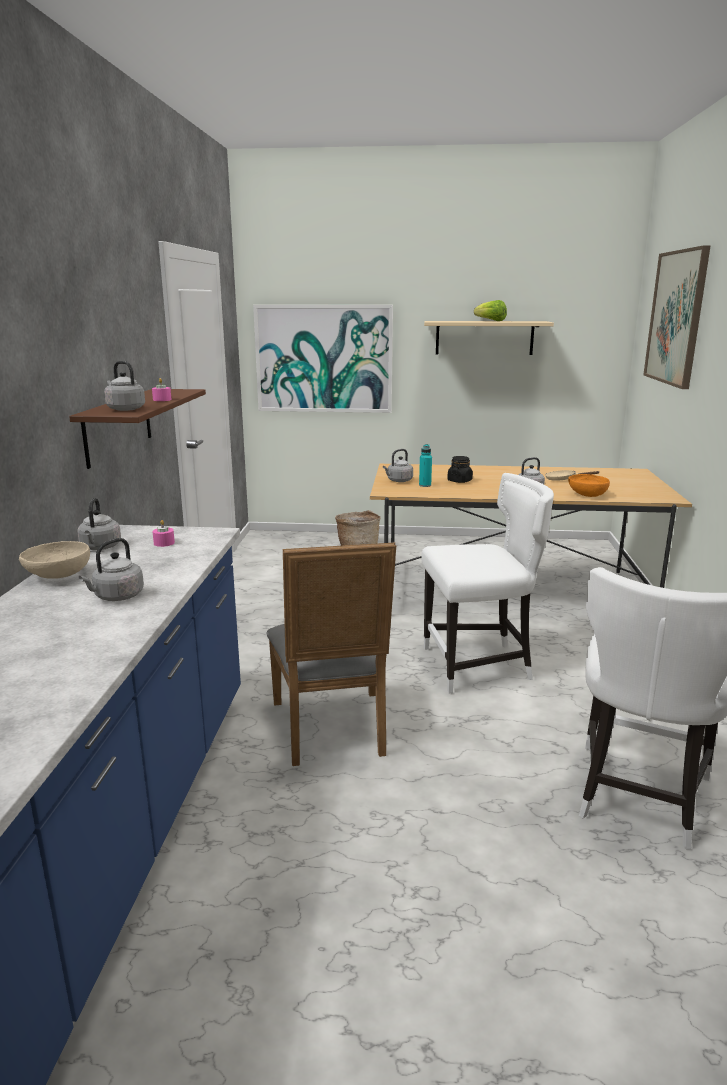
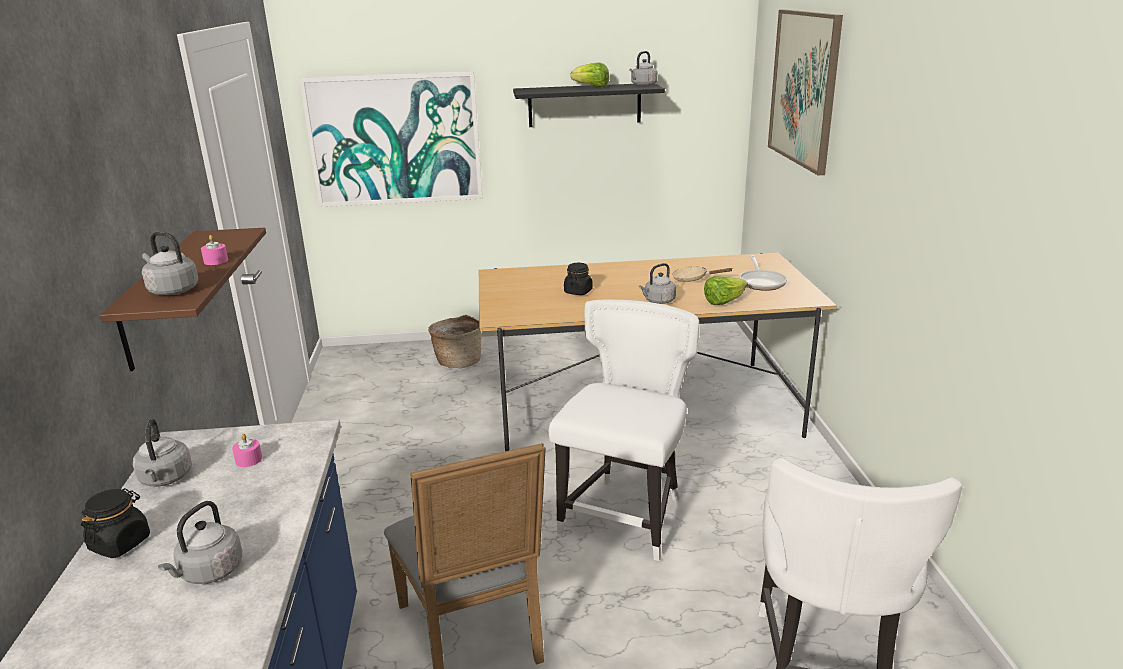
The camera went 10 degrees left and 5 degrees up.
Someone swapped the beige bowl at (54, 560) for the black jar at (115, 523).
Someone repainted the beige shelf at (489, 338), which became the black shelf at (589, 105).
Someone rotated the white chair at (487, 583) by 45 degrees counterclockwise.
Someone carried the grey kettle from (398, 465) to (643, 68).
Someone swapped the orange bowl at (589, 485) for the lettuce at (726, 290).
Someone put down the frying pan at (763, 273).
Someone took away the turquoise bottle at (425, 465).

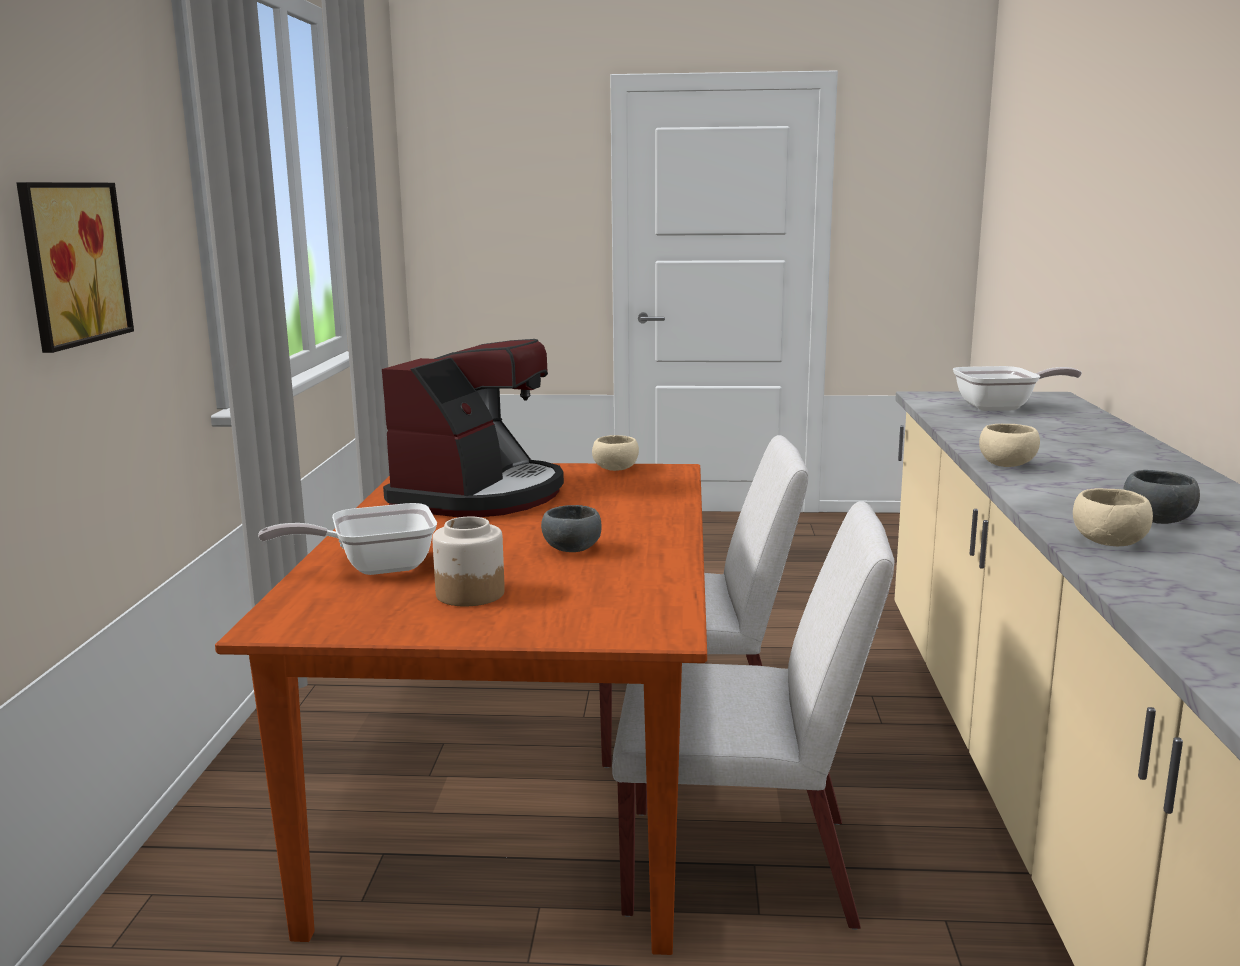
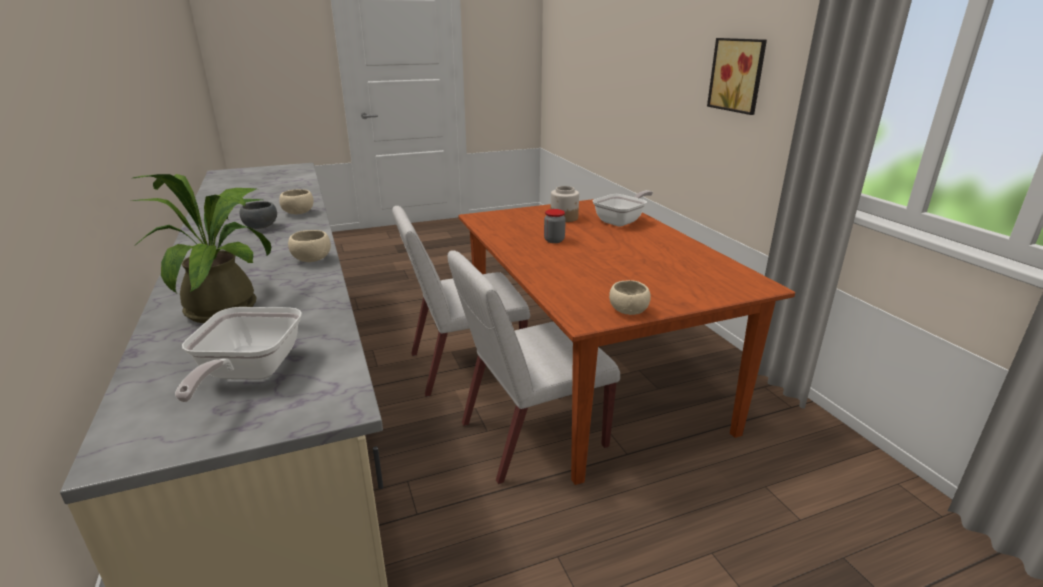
The camera went 155 degrees right and 10 degrees up.
Someone put down the potted plant at (202, 248).
Someone rotated the frying pan at (1017, 388) by 60 degrees counterclockwise.
Someone swapped the grey bowl at (571, 528) for the jar at (555, 226).
Someone took away the coffee machine at (473, 428).

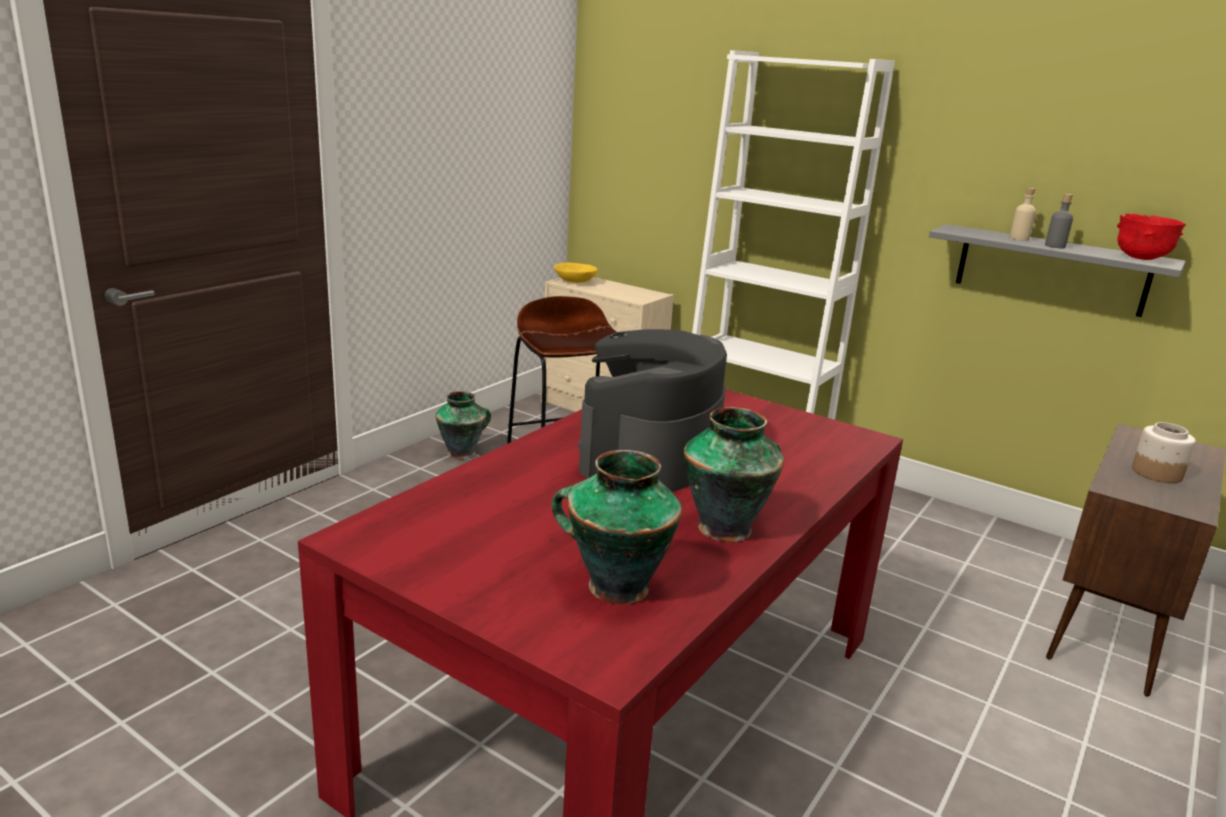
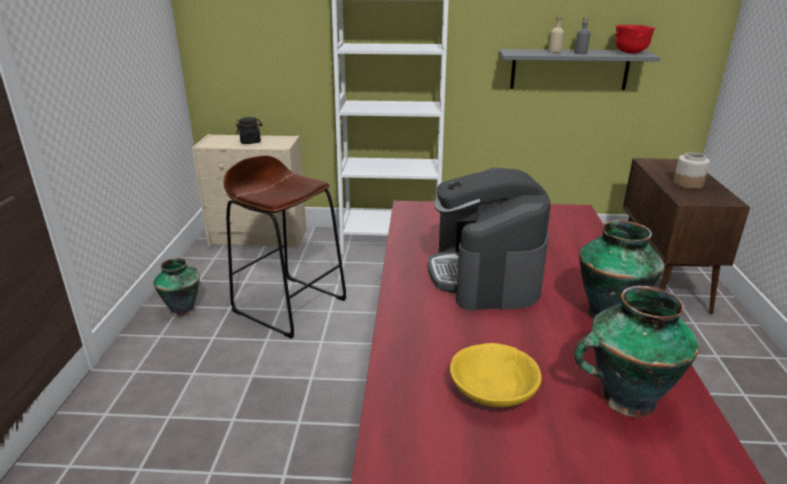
The camera went 30 degrees left and 5 degrees up.
Someone put down the black jar at (249, 130).
Someone carried the yellow bowl from (575, 273) to (496, 375).

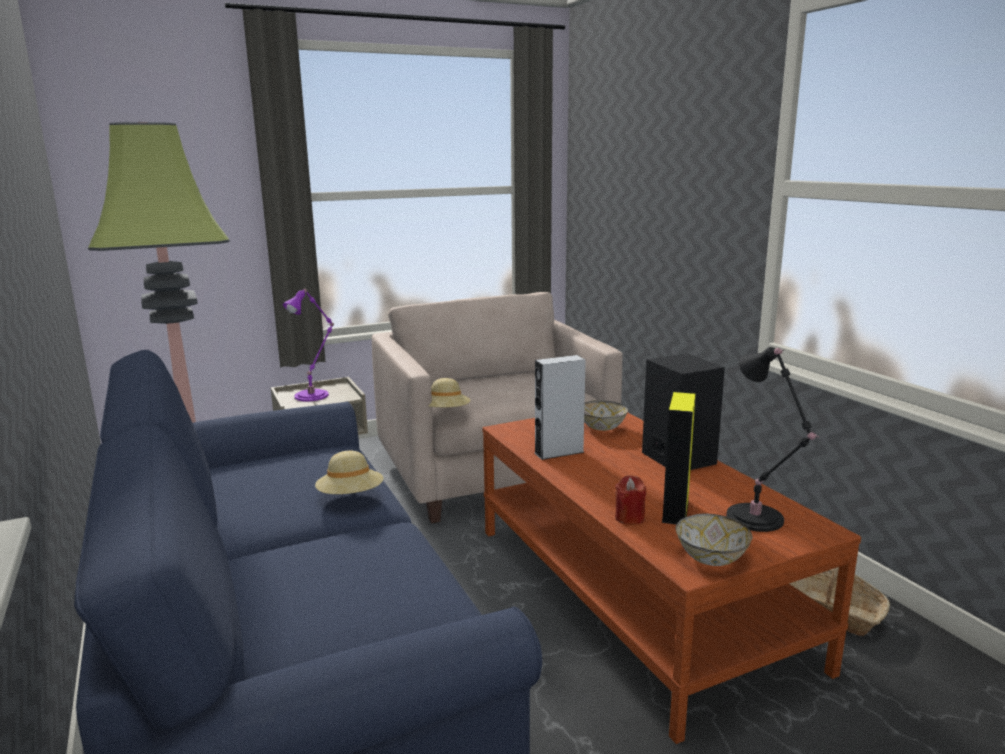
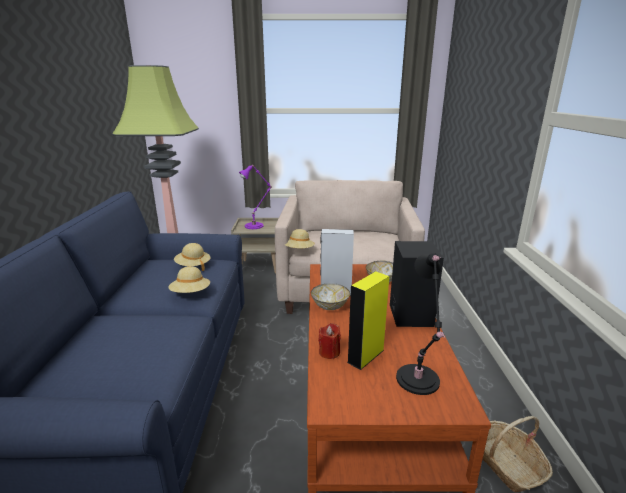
The camera went 25 degrees right and 5 degrees up.
Someone put down the beige hat at (192, 257).
Someone carried the bowl from (714, 539) to (330, 297).

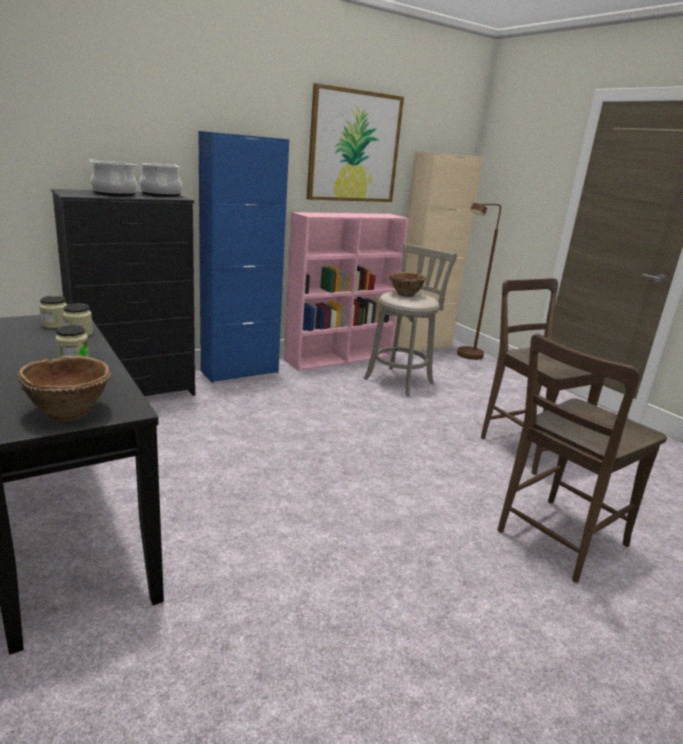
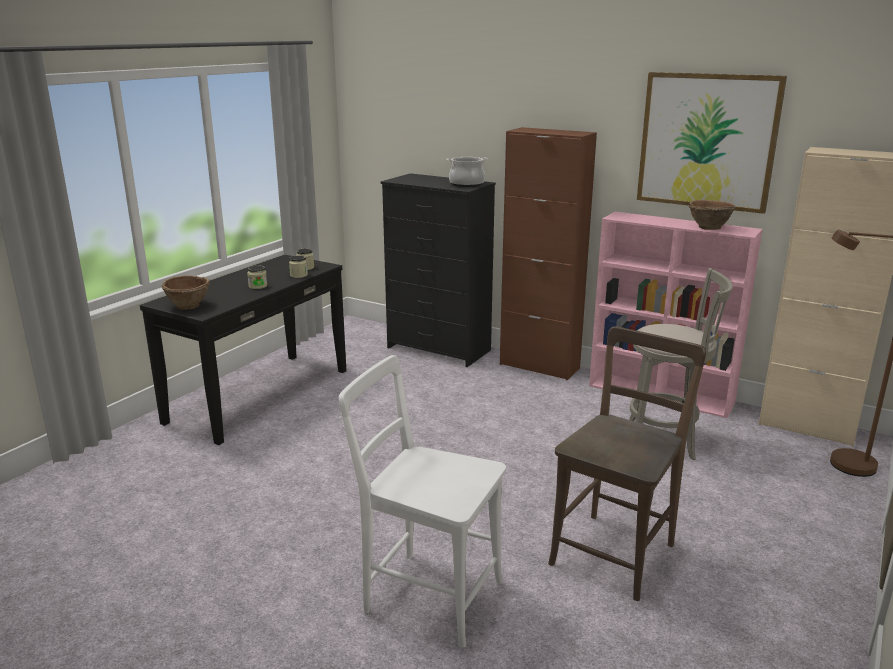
The camera went 65 degrees right and 0 degrees up.
Someone repainted the brown chair at (582, 458), which became the white chair at (422, 501).
Someone repainted the blue cabinet at (244, 257), which became the brown cabinet at (548, 253).
Someone carried the brown bowl from (407, 284) to (712, 215).
Someone took away the cooking pot at (112, 178).

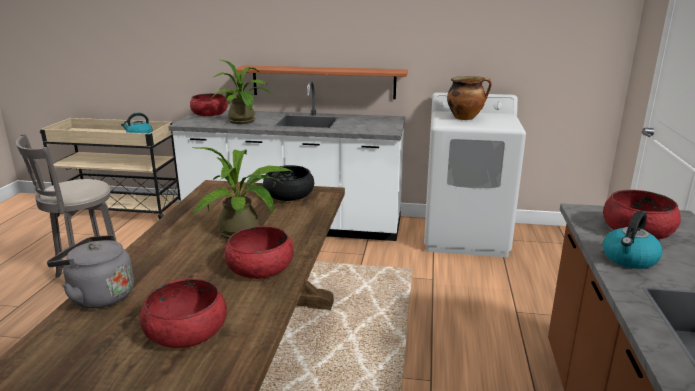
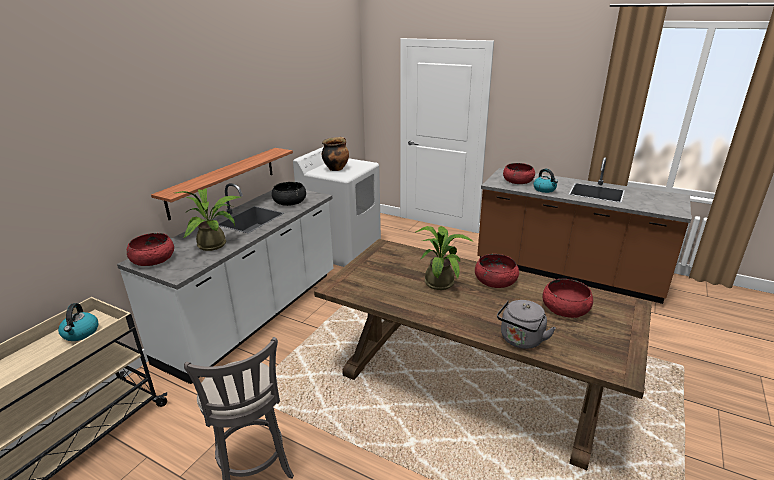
The camera went 70 degrees left and 5 degrees up.
Someone carried the black bowl from (288, 183) to (289, 194).

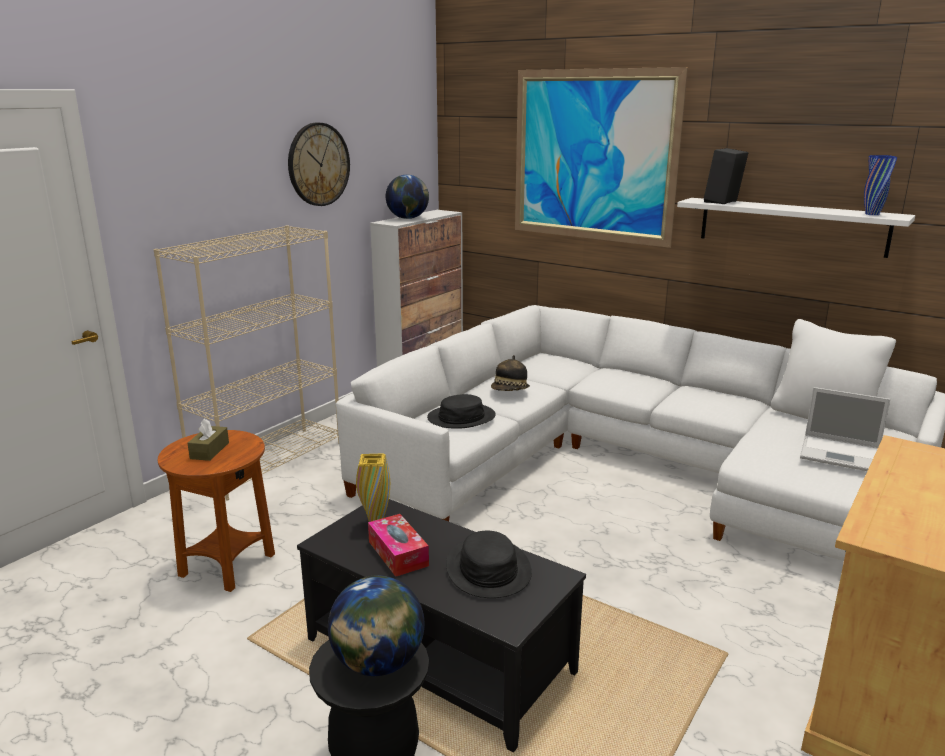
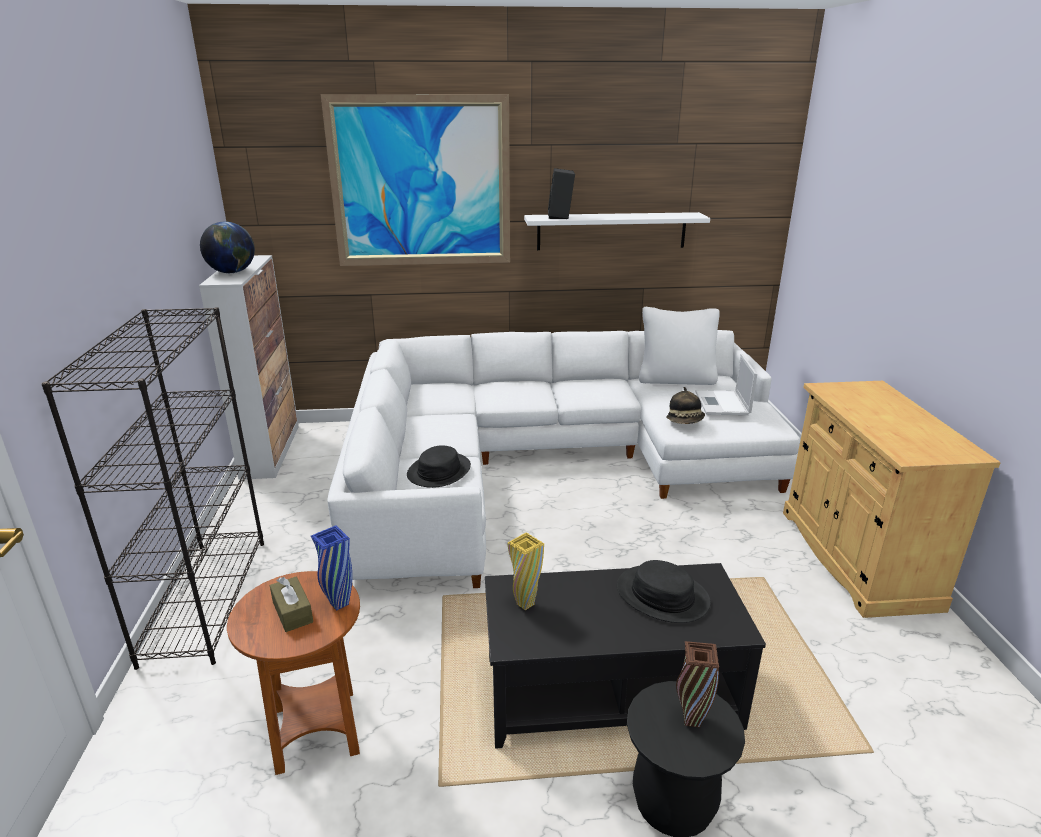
The camera went 40 degrees left and 5 degrees up.
Someone repainted the beige bookcase at (246, 363), which became the black bookcase at (152, 488).
Someone carried the blue vase from (880, 185) to (331, 568).
Someone carried the hat from (510, 373) to (685, 405).
Someone swapped the globe at (376, 625) for the brown vase at (697, 684).
Someone rotated the laptop at (845, 429) by 105 degrees clockwise.
Someone took away the wall clock at (319, 164).
Someone took away the tissue box at (398, 545).

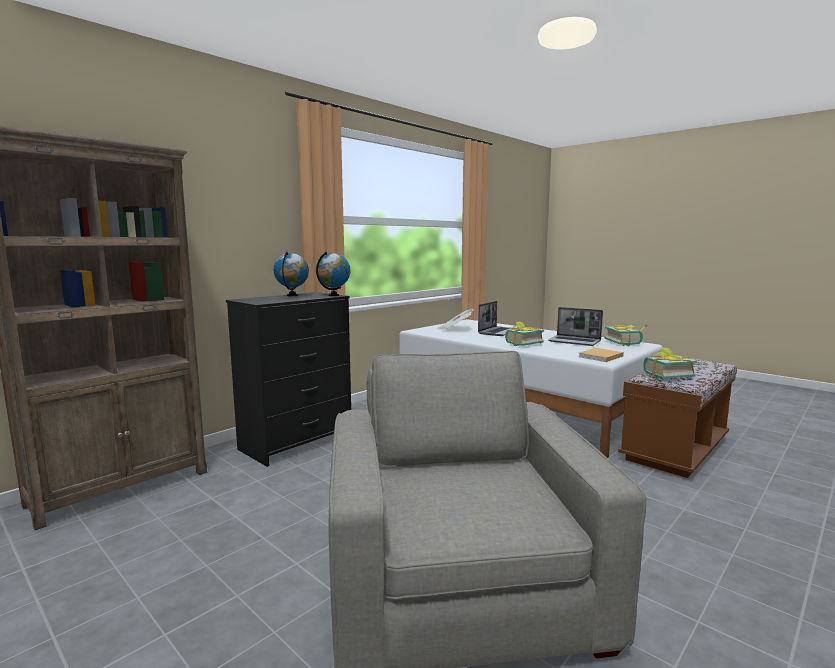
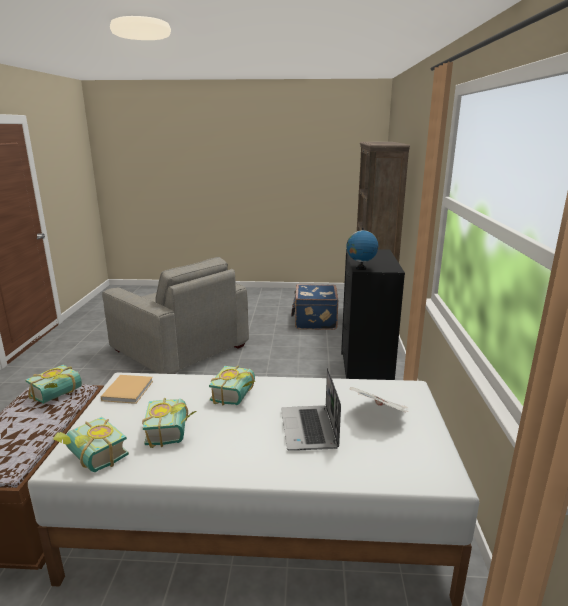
The camera went 140 degrees right and 10 degrees up.
Someone swapped the laptop at (575, 326) for the book at (169, 423).
Someone put down the blue suitcase at (315, 307).
Someone took away the globe at (291, 274).

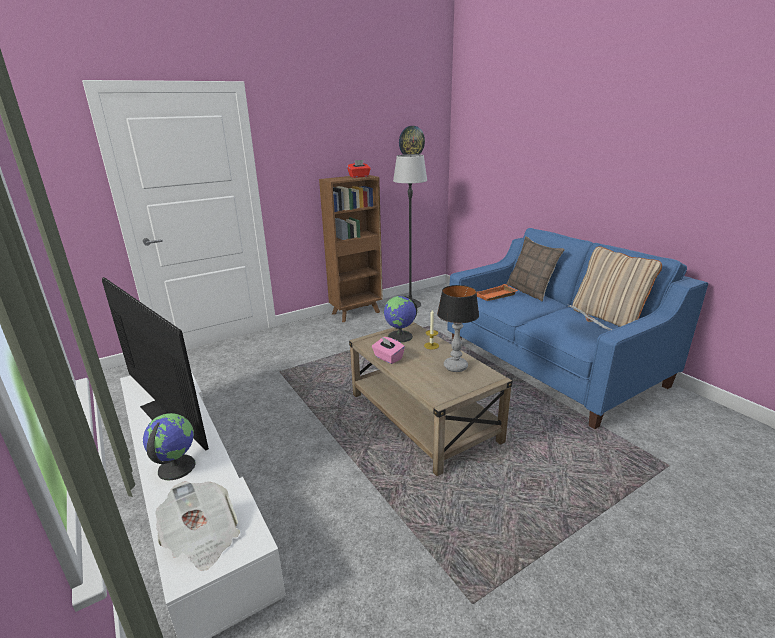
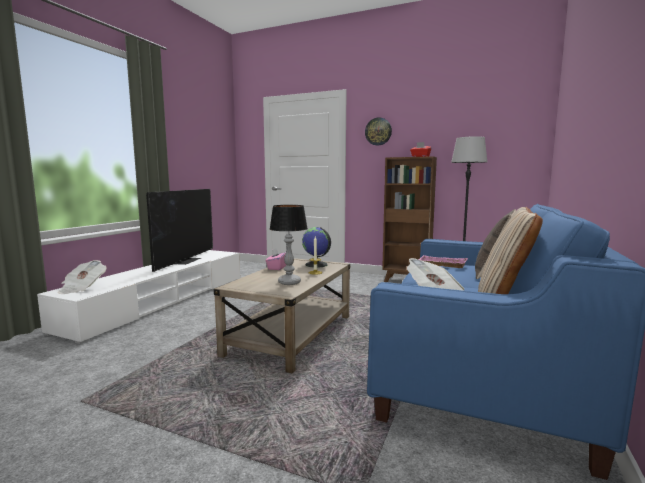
The camera went 55 degrees right and 15 degrees down.
Someone carried the wall clock from (412, 140) to (378, 131).
Someone repainted the orange tray at (497, 292), which became the pink tray at (443, 261).
Someone took away the globe at (169, 446).

